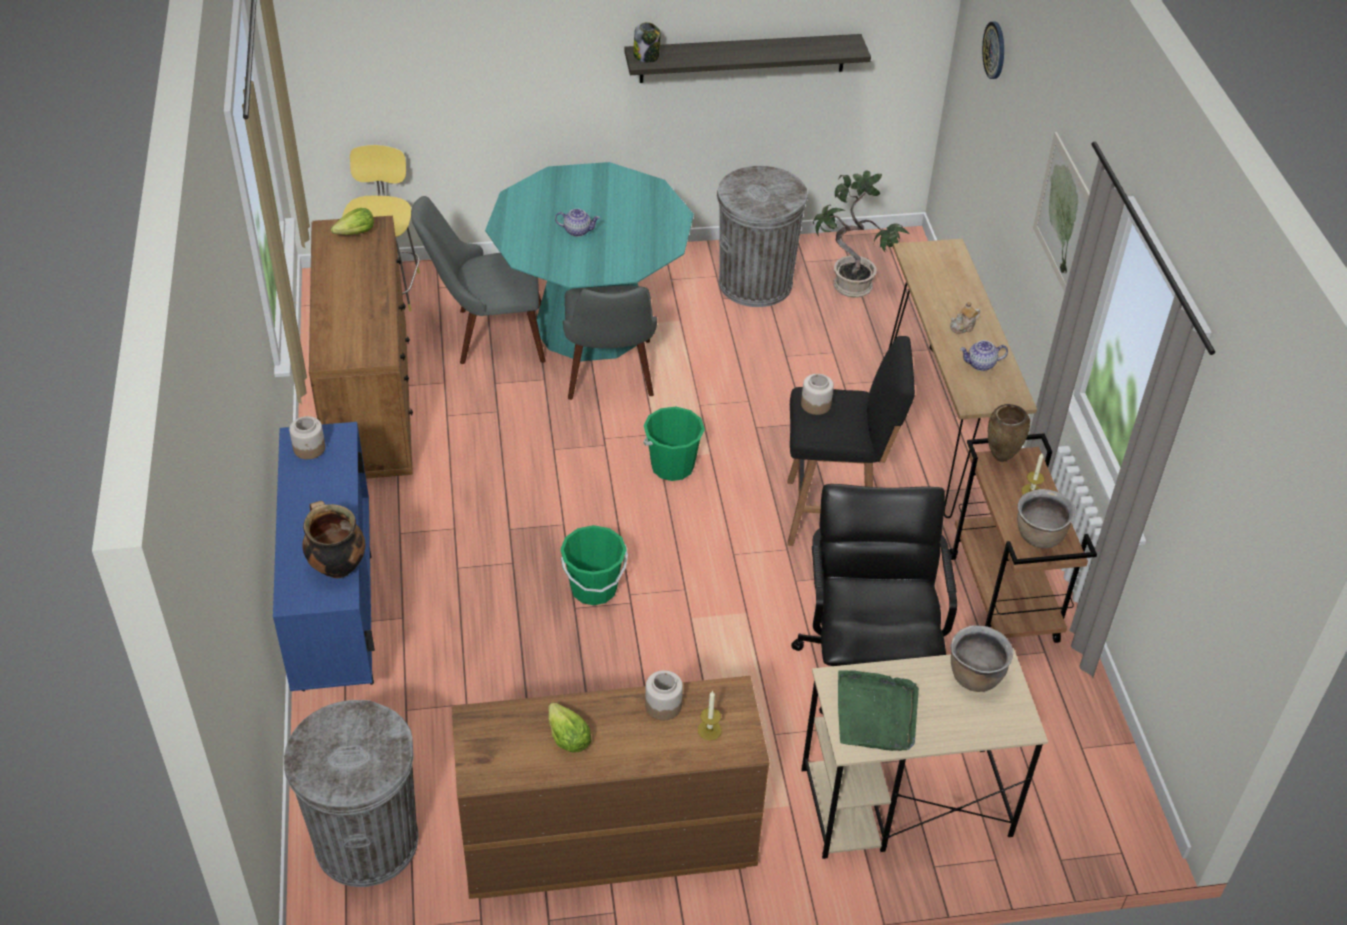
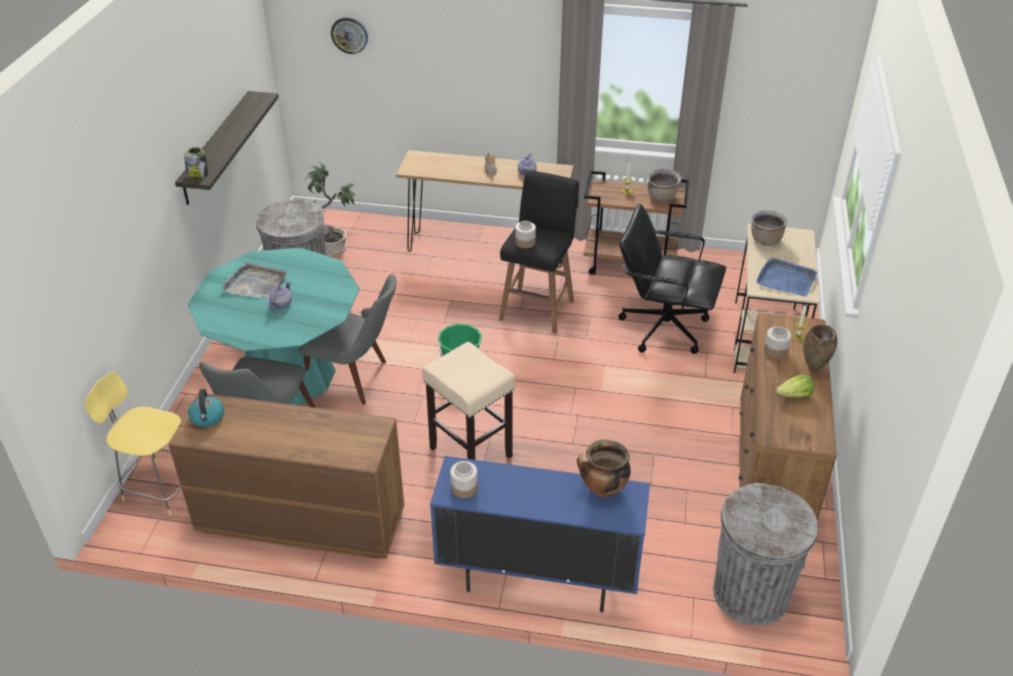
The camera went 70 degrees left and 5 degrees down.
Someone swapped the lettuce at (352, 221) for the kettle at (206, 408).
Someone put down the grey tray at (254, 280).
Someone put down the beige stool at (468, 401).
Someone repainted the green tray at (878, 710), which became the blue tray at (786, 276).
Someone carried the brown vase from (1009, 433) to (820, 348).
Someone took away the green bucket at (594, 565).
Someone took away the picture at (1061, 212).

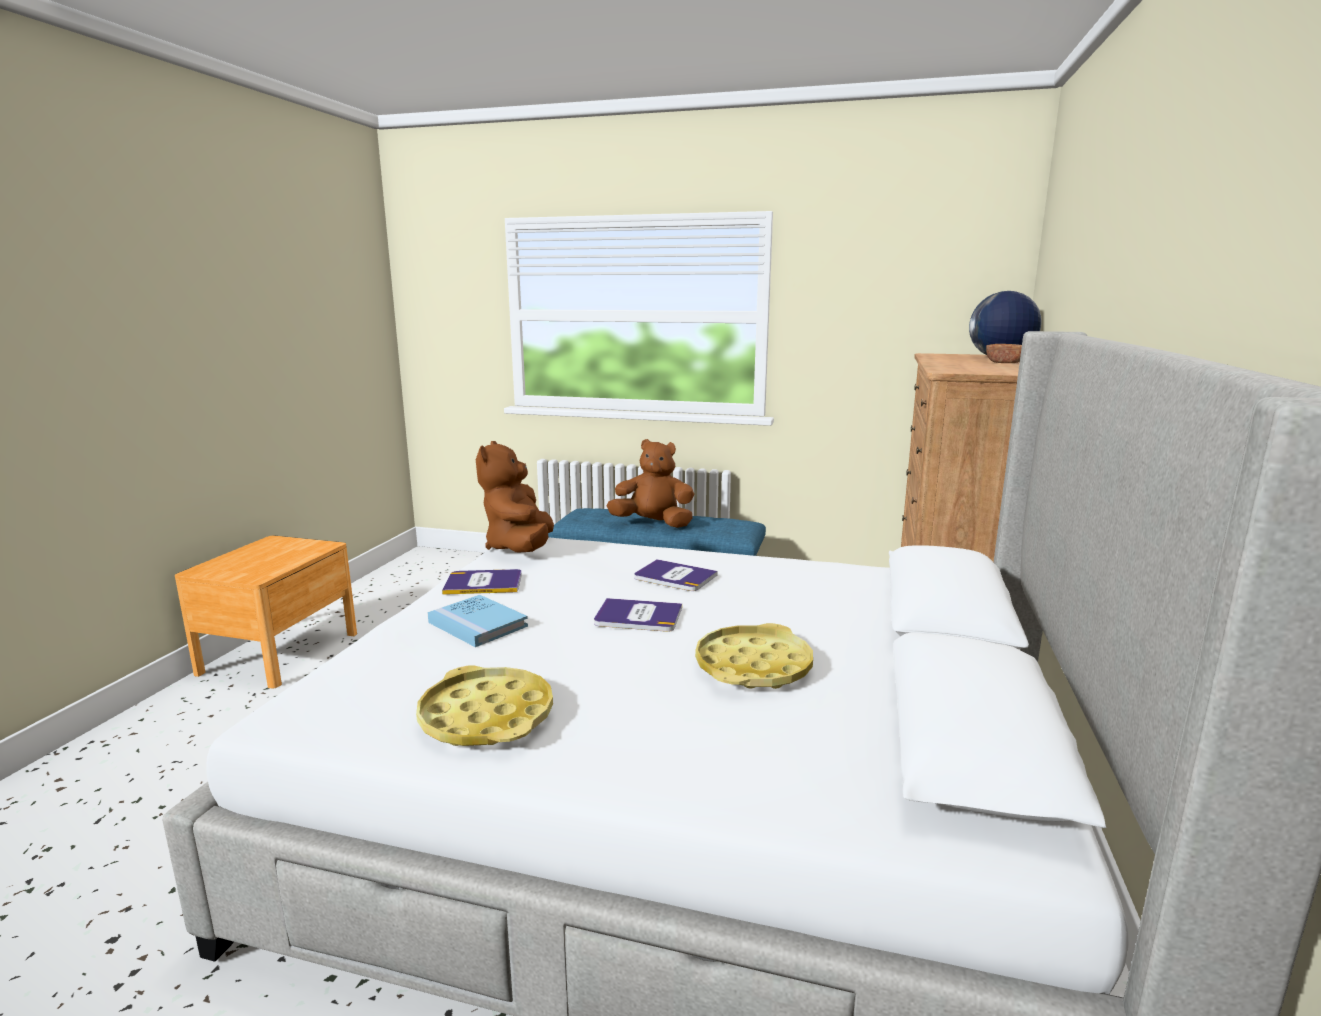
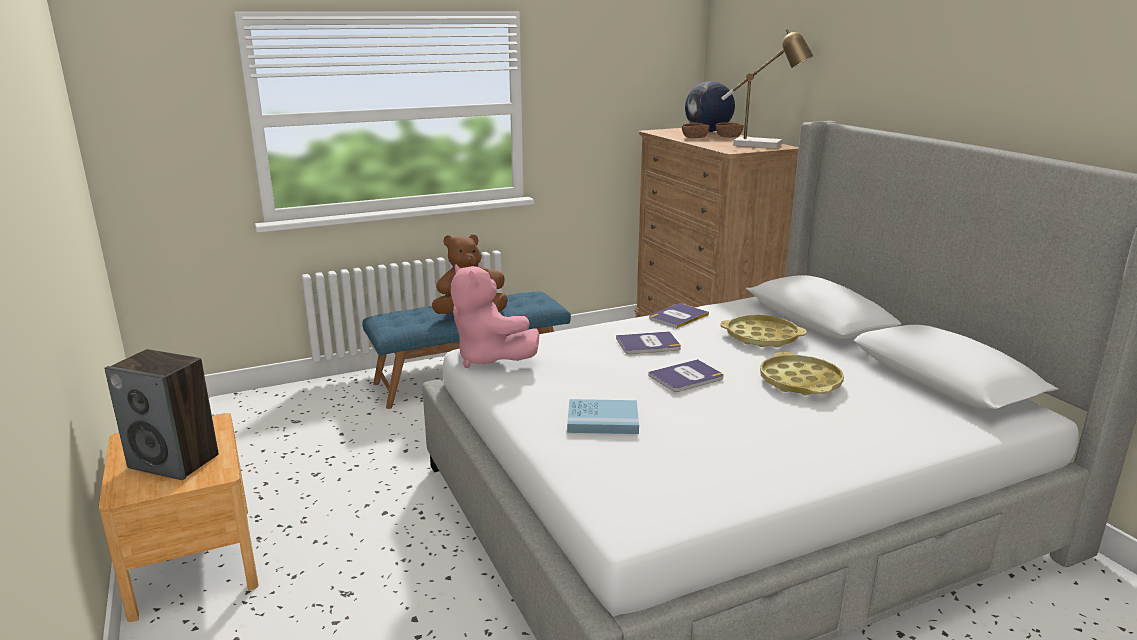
The camera went 40 degrees left and 5 degrees up.
Someone put down the speaker at (162, 414).
Someone repainted the brown plush toy at (515, 496), which became the pink plush toy at (495, 316).
Someone carried the book from (482, 582) to (679, 316).
Someone put down the brown bowl at (696, 131).
Someone carried the yellow tray from (484, 705) to (763, 331).
Someone put down the table lamp at (767, 88).

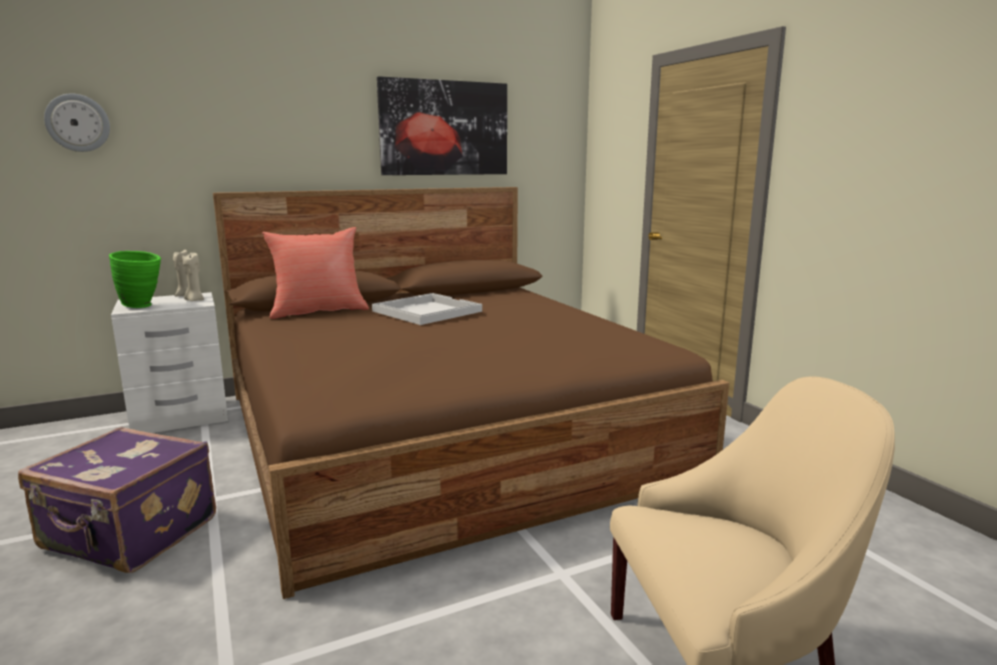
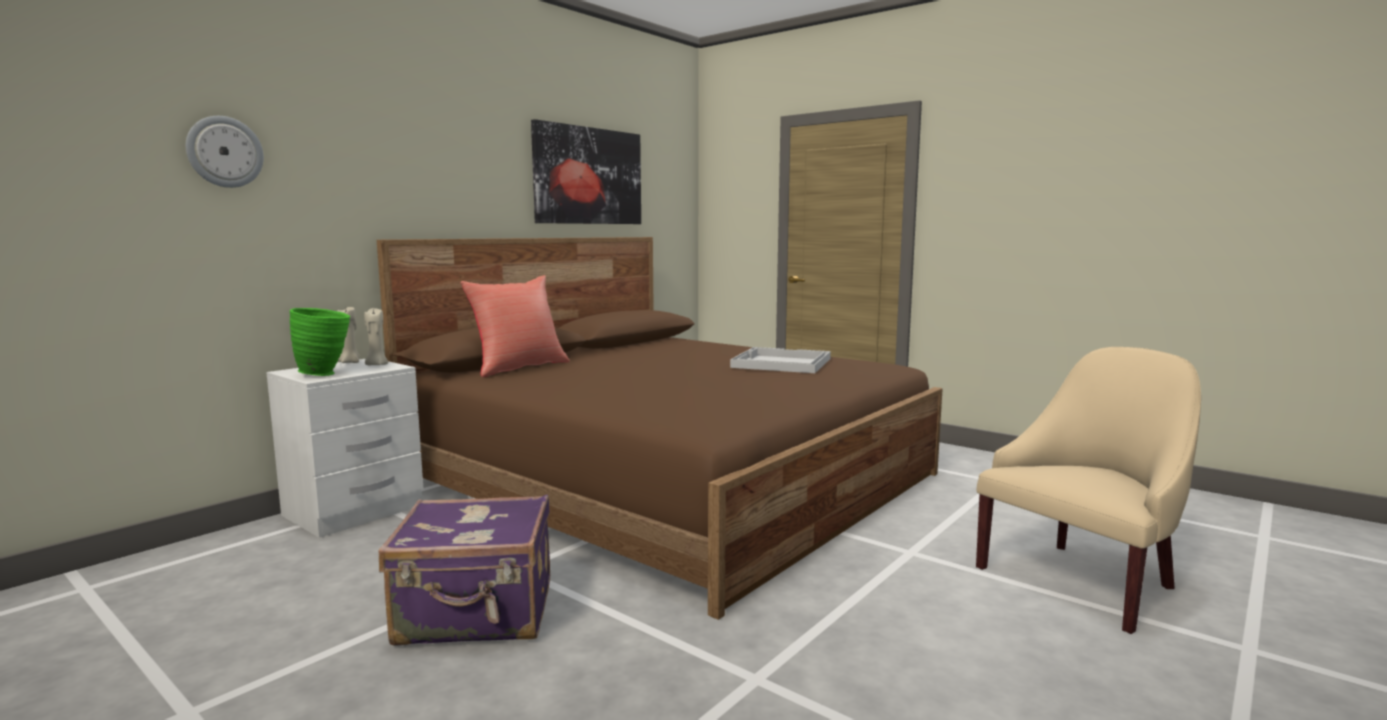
The camera went 25 degrees left and 5 degrees down.
Someone carried the white tray from (427, 309) to (780, 360).

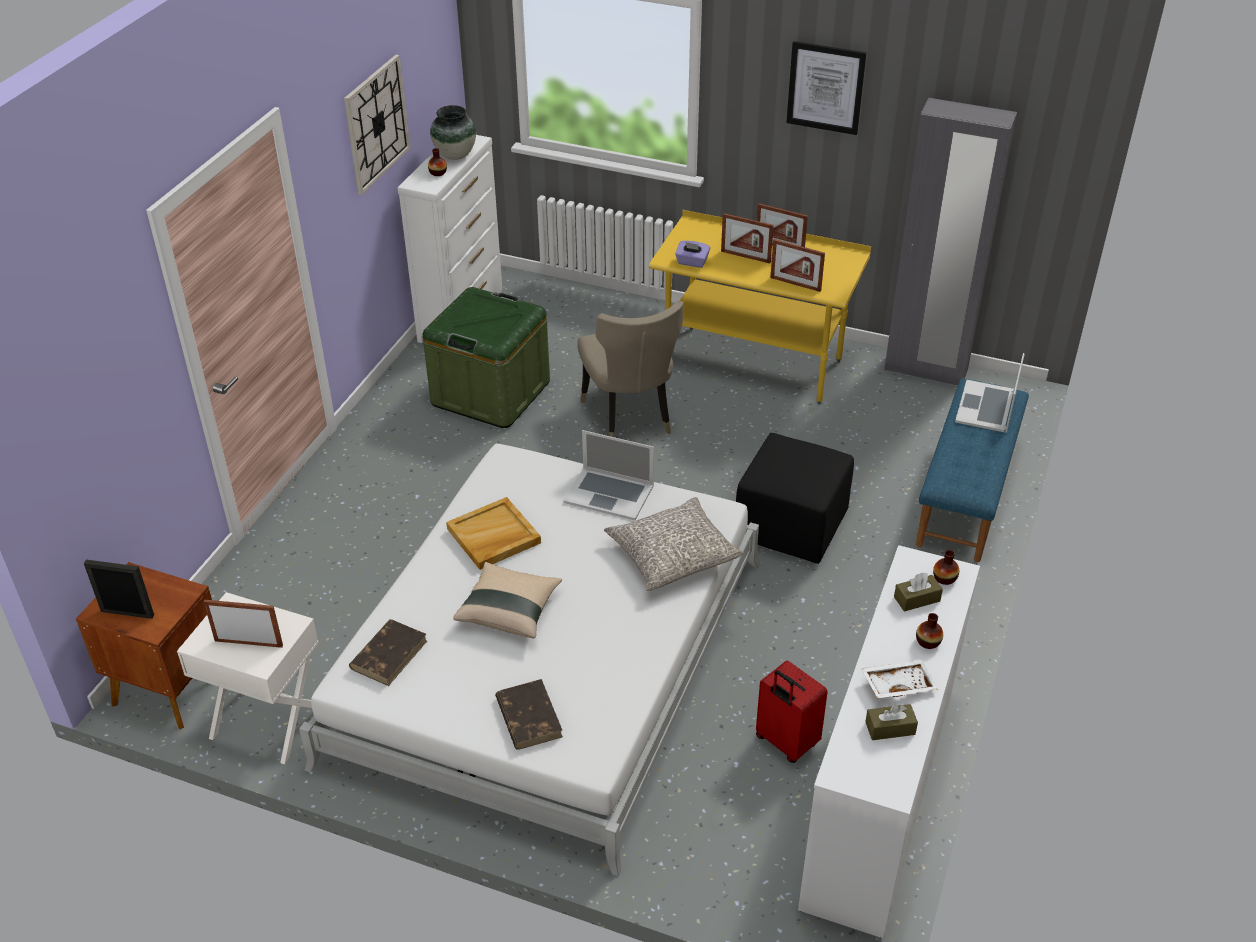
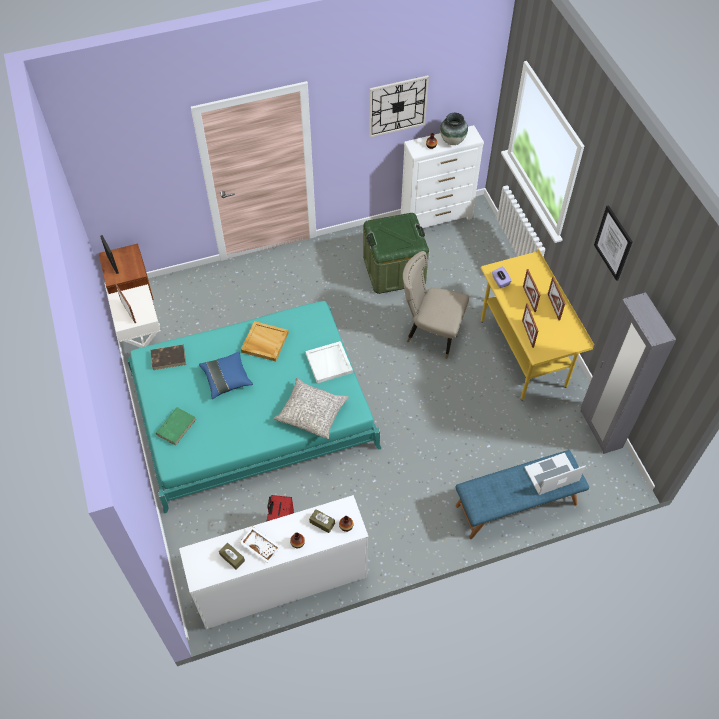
The camera went 50 degrees right and 15 degrees up.
Someone repainted the white bed at (529, 660), which became the turquoise bed at (254, 407).
Someone repainted the brown book at (529, 714), which became the green book at (176, 426).
Someone repainted the beige pillow at (507, 600), which became the blue pillow at (226, 375).
Someone swapped the laptop at (609, 475) for the white tray at (329, 362).
Someone rotated the beige chair at (630, 368) by 75 degrees clockwise.
Someone took away the black ottoman at (795, 498).

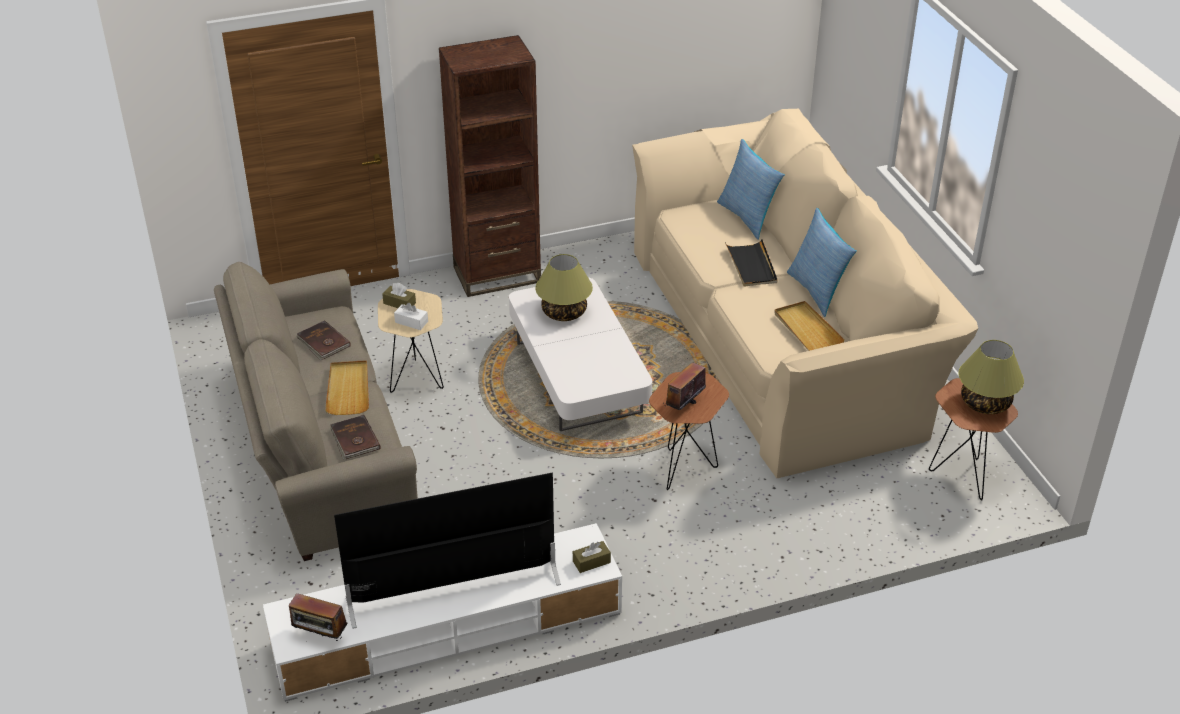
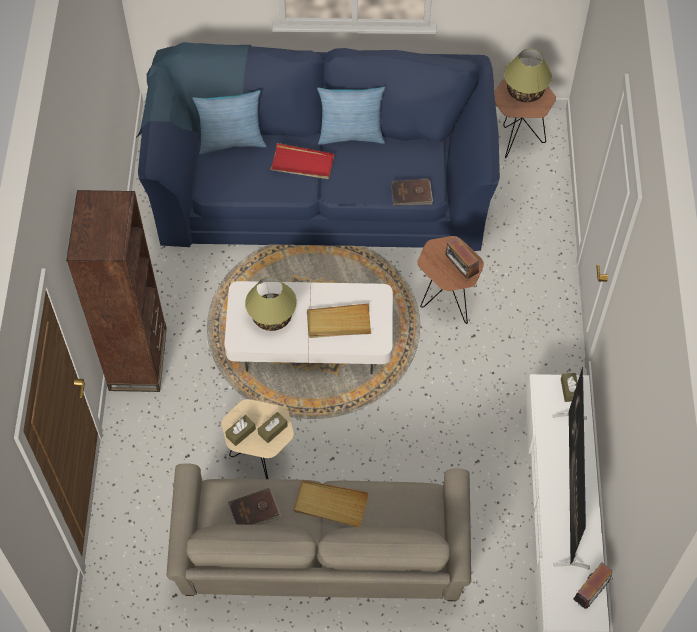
The camera went 70 degrees left and 20 degrees up.
Someone repainted the beige sofa at (805, 293), which became the blue sofa at (318, 146).
Someone repainted the white tissue box at (411, 316), which became the brown tissue box at (273, 427).
Someone repainted the black tray at (751, 263), which became the red tray at (302, 161).
Someone carried the beige tray from (809, 326) to (339, 320).
Someone carried the brown book from (355, 437) to (412, 192).

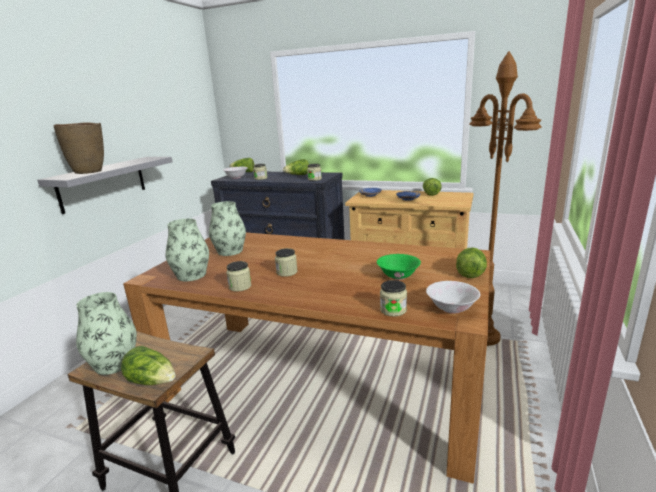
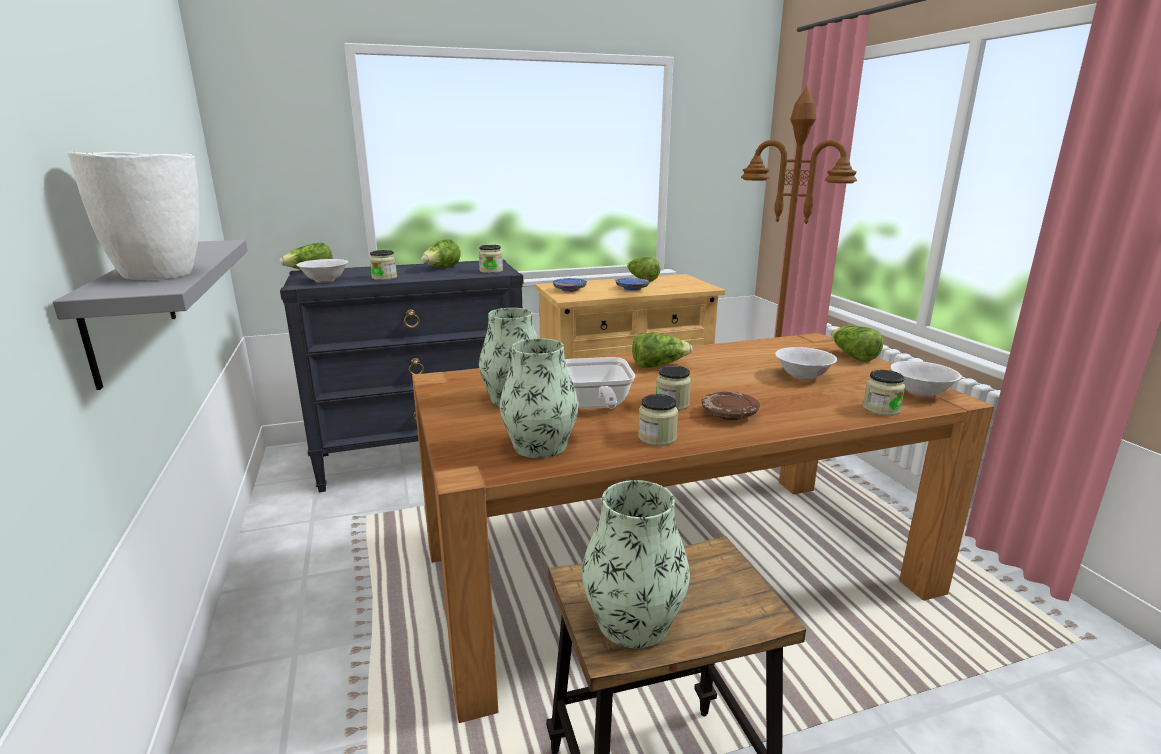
The camera went 40 degrees left and 0 degrees up.
Someone repainted the brown vase at (78, 148), which became the white vase at (134, 215).
Someone put down the frying pan at (600, 383).
Someone carried the lettuce from (148, 365) to (662, 350).
Someone put down the brown plate at (730, 406).
Someone repainted the green bowl at (399, 267), which became the white bowl at (806, 363).

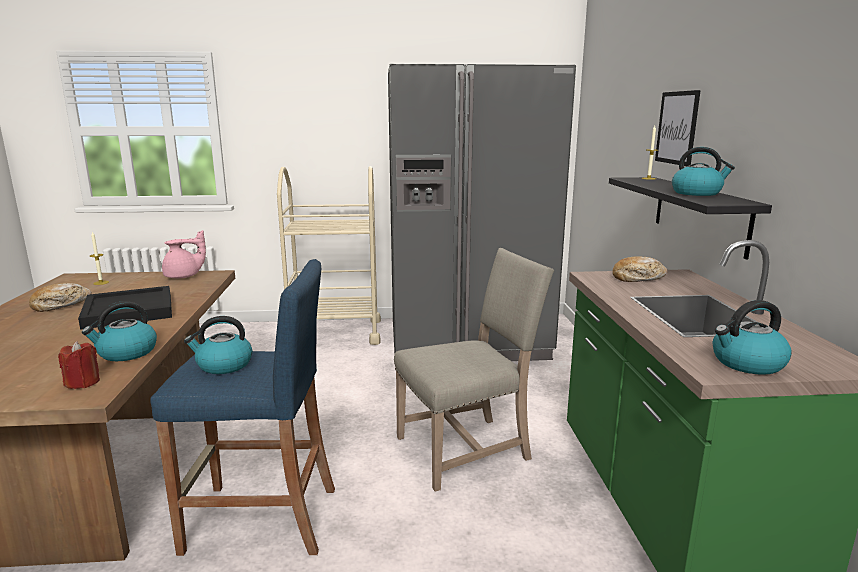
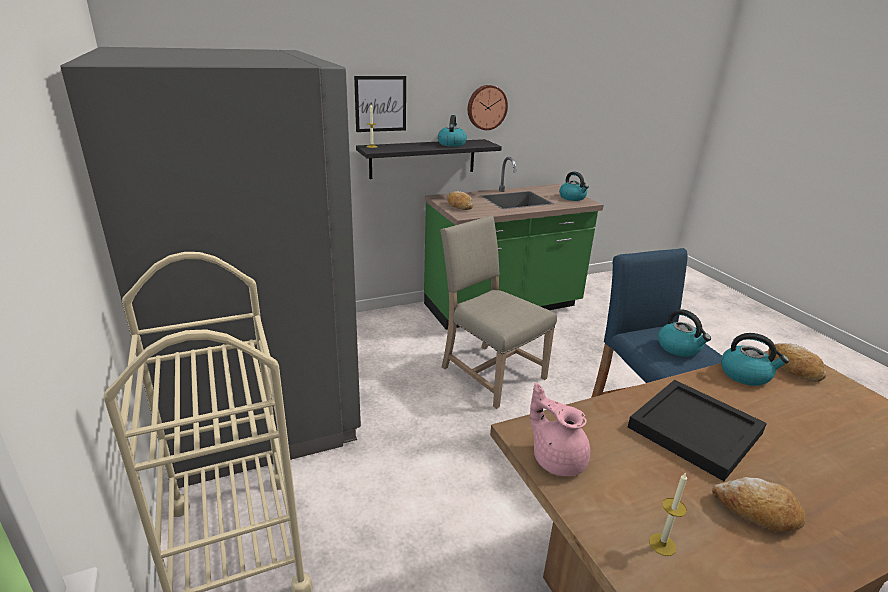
The camera went 110 degrees left and 10 degrees up.
Someone put up the wall clock at (488, 107).
Someone swapped the red candle at (79, 365) for the bread at (797, 362).

